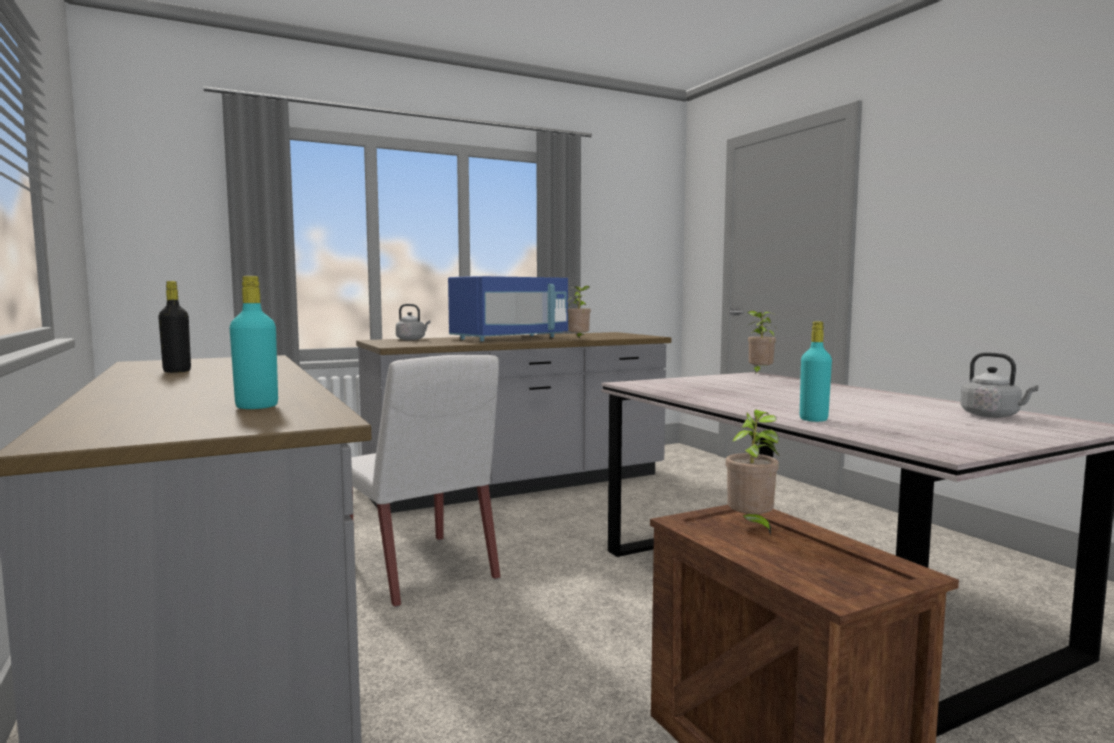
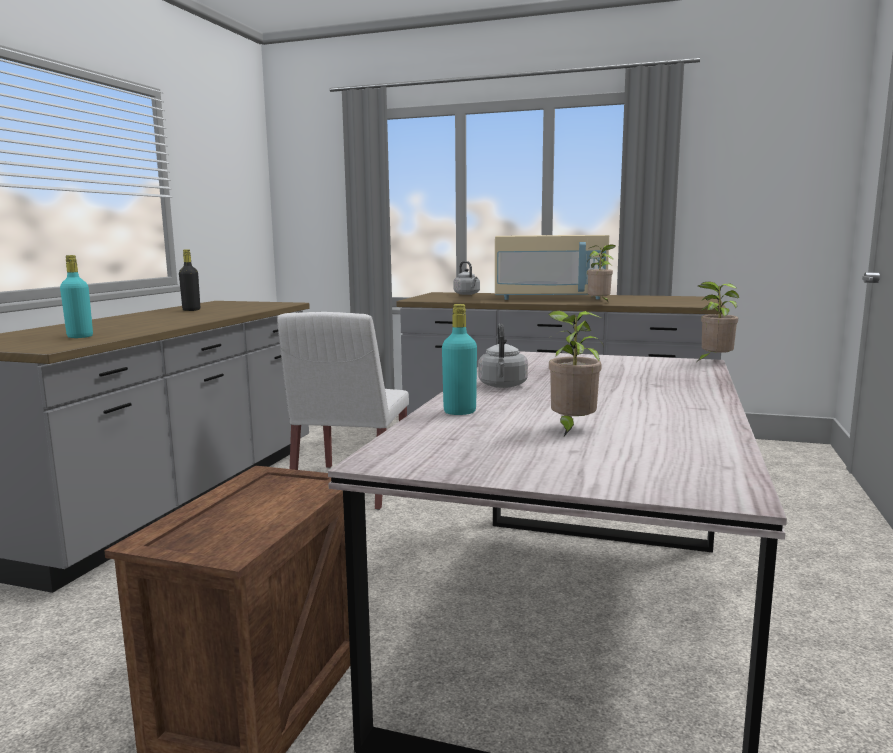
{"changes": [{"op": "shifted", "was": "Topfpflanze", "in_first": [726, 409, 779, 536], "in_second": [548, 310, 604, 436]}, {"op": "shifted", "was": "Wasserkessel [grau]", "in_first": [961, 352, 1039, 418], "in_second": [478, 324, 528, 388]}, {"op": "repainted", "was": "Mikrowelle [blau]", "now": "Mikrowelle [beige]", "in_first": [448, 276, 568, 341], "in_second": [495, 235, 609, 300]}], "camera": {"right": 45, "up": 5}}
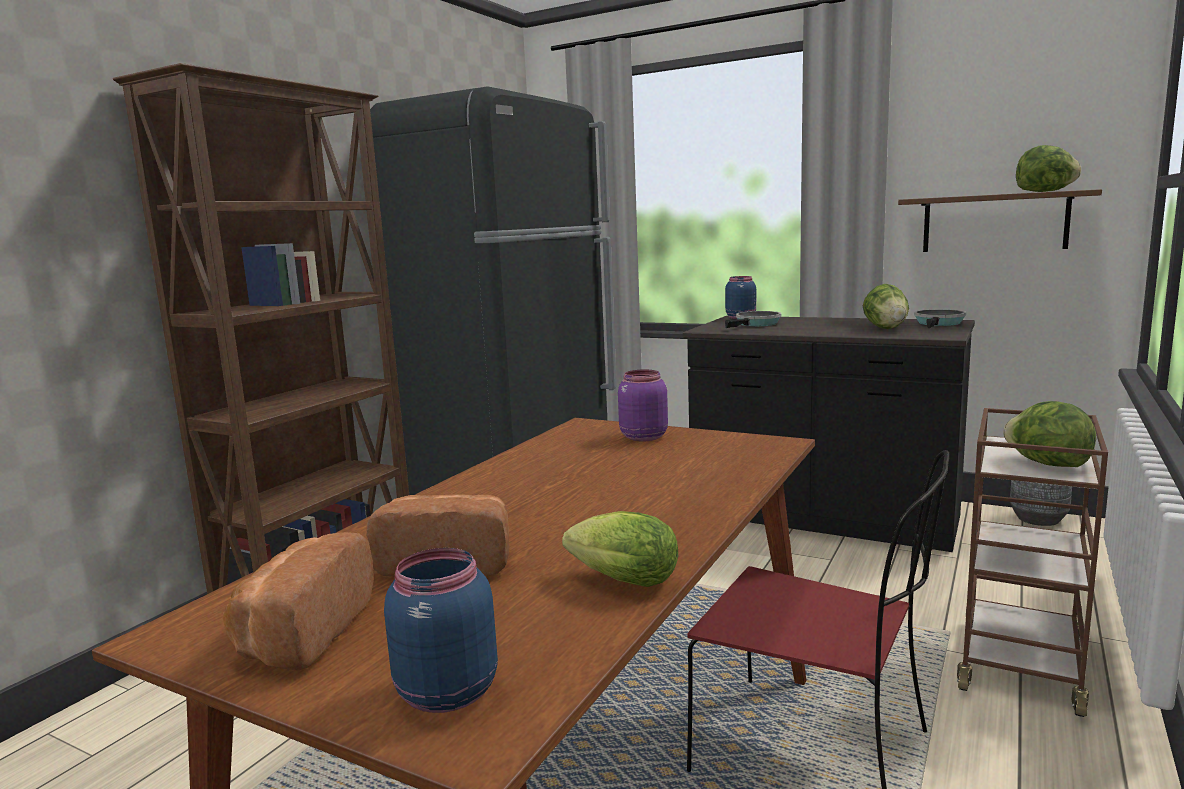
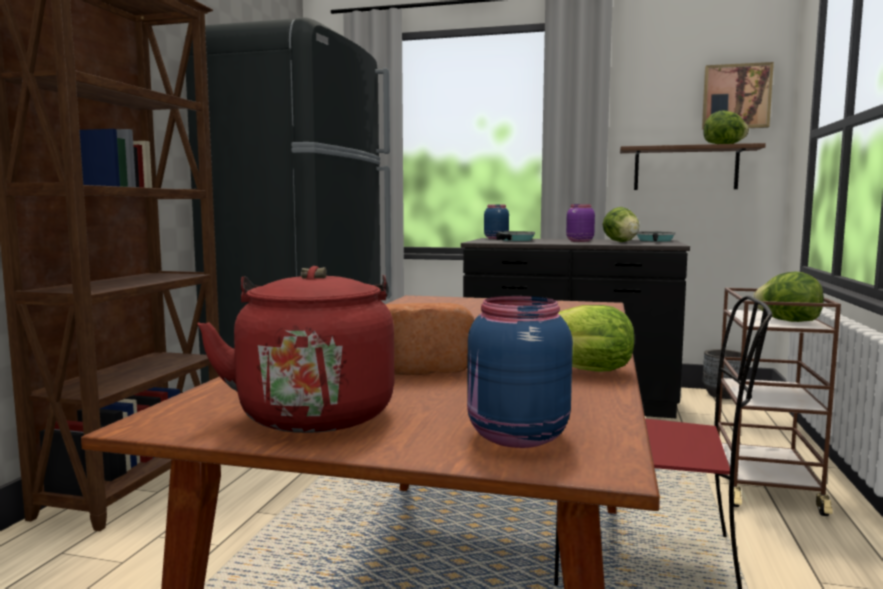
{"changes": [{"op": "new", "now": "Bild", "in_second": [702, 62, 774, 130]}, {"op": "shifted", "was": "Vorratsglas [lila]", "in_first": [618, 370, 668, 441], "in_second": [566, 204, 595, 242]}, {"op": "swapped", "was": "Brot", "now": "Wasserkessel [rot]", "in_first": [223, 532, 374, 671], "in_second": [197, 266, 394, 433]}], "camera": {"right": -15, "up": -5}}
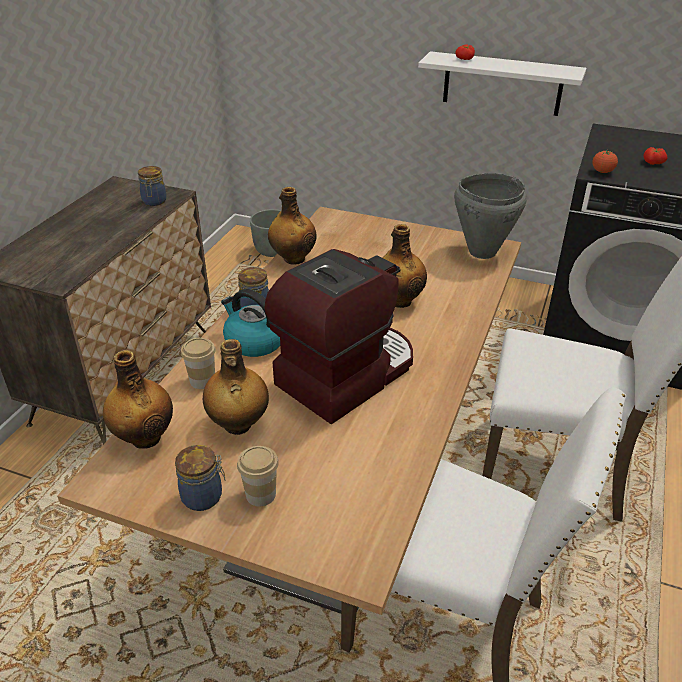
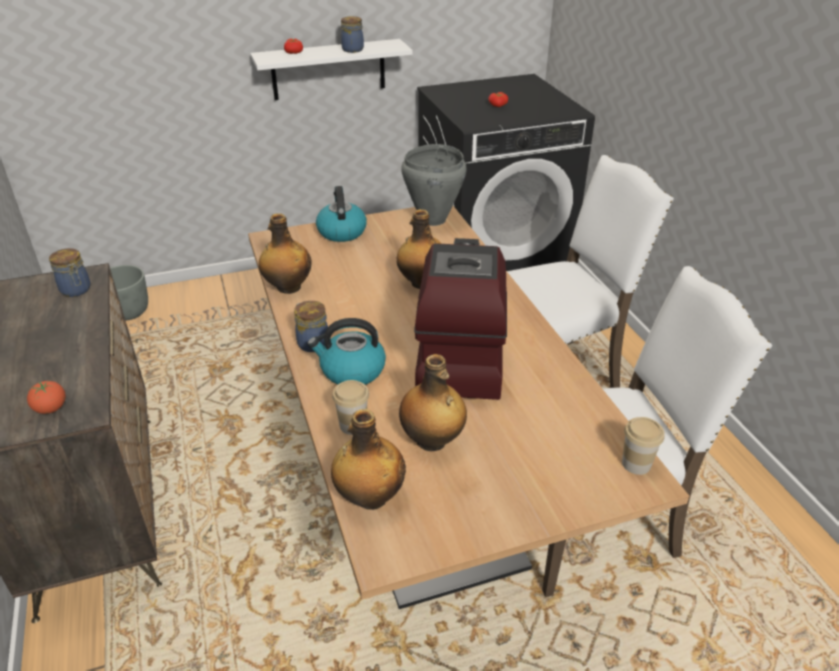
{"changes": [{"op": "new", "now": "Wasserkessel", "in_second": [316, 186, 367, 242]}, {"op": "shifted", "was": "Vorratsglas", "in_first": [175, 445, 225, 511], "in_second": [341, 16, 364, 53]}, {"op": "shifted", "was": "Tasse", "in_first": [237, 446, 279, 506], "in_second": [622, 417, 665, 475]}, {"op": "shifted", "was": "Tomate", "in_first": [592, 150, 618, 173], "in_second": [27, 381, 66, 414]}], "camera": {"right": -40, "up": 0}}
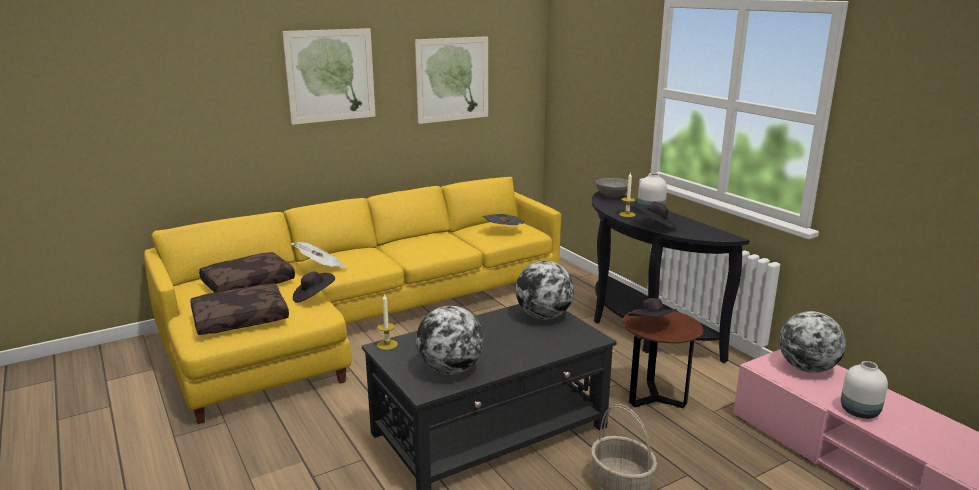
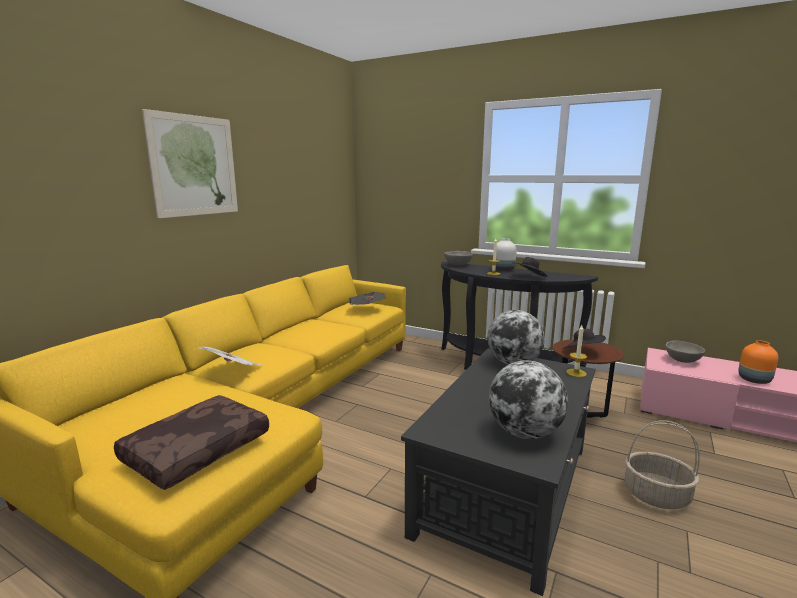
{"changes": [{"op": "gone", "was": "Kissen [braun]", "in_first": [199, 252, 295, 293]}, {"op": "gone", "was": "Hut [schwarz]", "in_first": [293, 271, 335, 303]}, {"op": "gone", "was": "Bild", "in_first": [415, 36, 488, 124]}, {"op": "shifted", "was": "Kerze", "in_first": [377, 293, 398, 350], "in_second": [566, 325, 587, 377]}, {"op": "swapped", "was": "Globus", "now": "Schüssel [grau]", "in_first": [779, 311, 846, 373], "in_second": [666, 340, 705, 363]}, {"op": "repainted", "was": "Vase [weiß]", "now": "Vase [orange]", "in_first": [841, 361, 888, 419], "in_second": [738, 340, 778, 384]}], "camera": {"right": -30, "up": -5}}
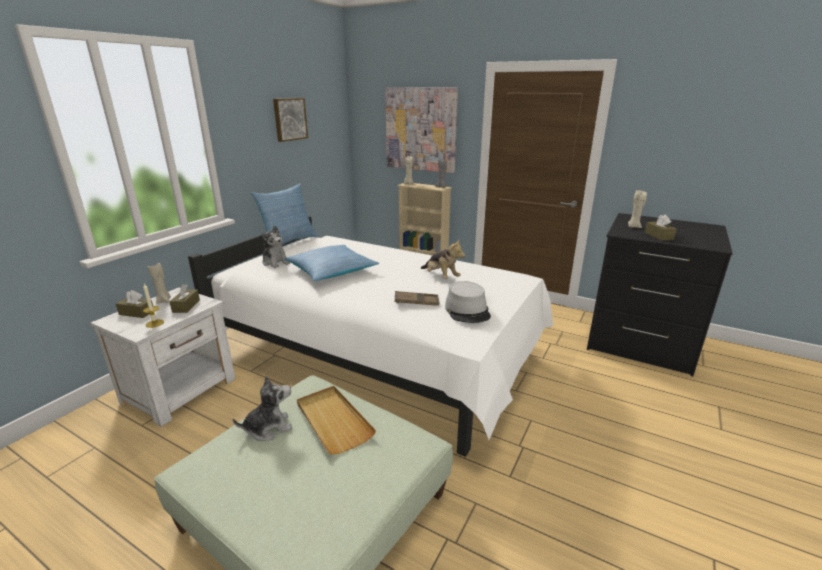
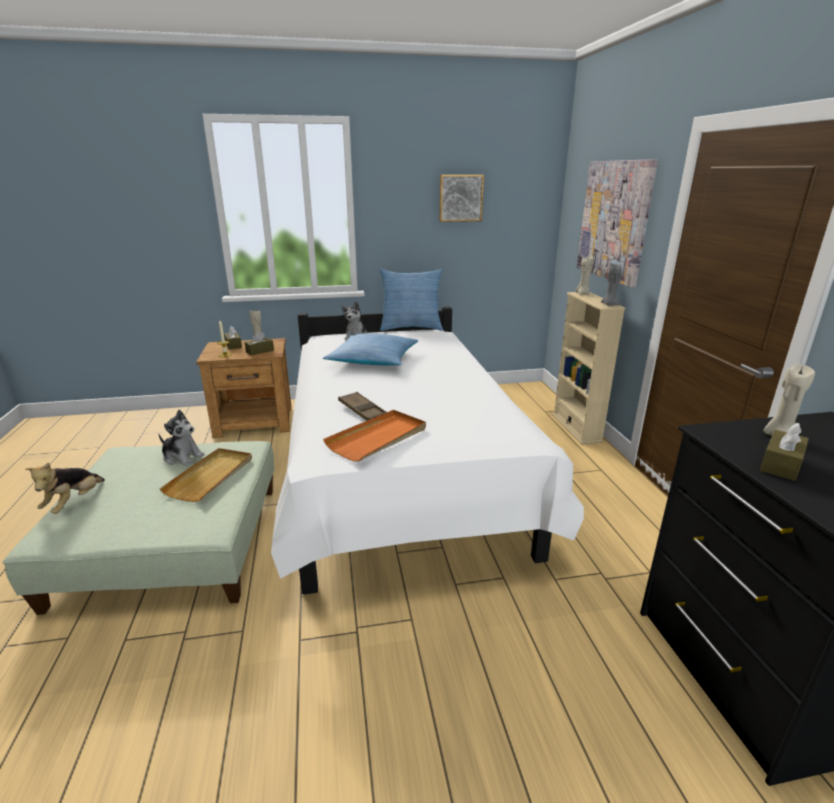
{"changes": [{"op": "shifted", "was": "Plüschtier", "in_first": [421, 240, 465, 279], "in_second": [25, 462, 105, 514]}, {"op": "swapped", "was": "Hut [grau]", "now": "Tablett [orange]", "in_first": [445, 281, 491, 323], "in_second": [323, 410, 426, 461]}, {"op": "repainted", "was": "Nachttisch [weiß]", "now": "Nachttisch [braun]", "in_first": [90, 288, 235, 427], "in_second": [196, 338, 292, 438]}], "camera": {"right": 50, "up": 0}}
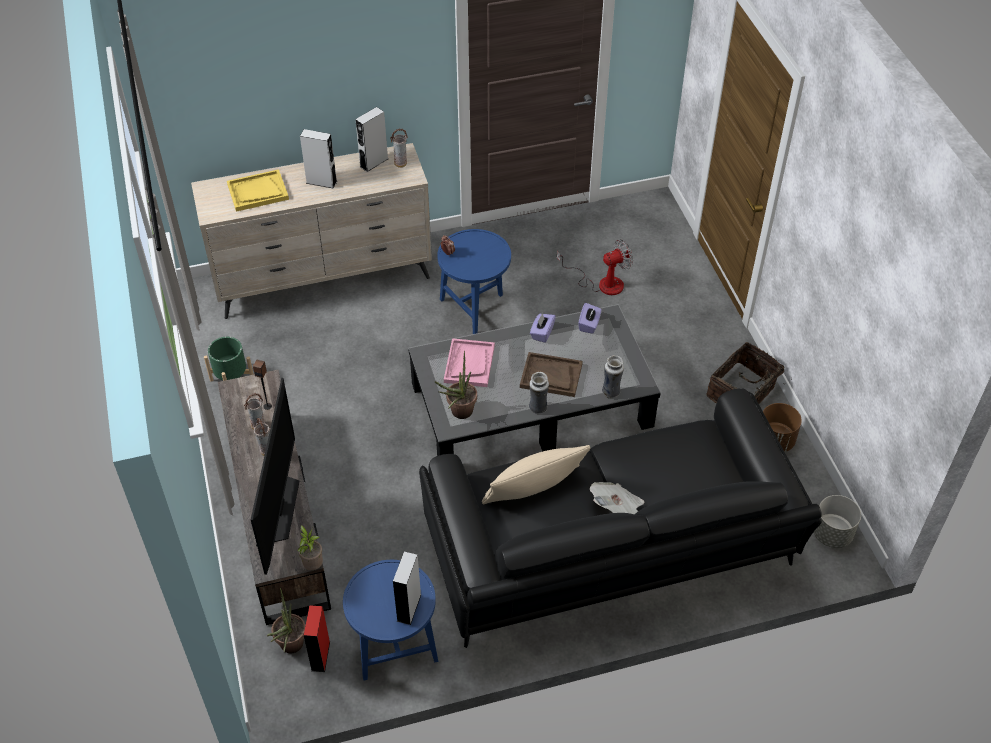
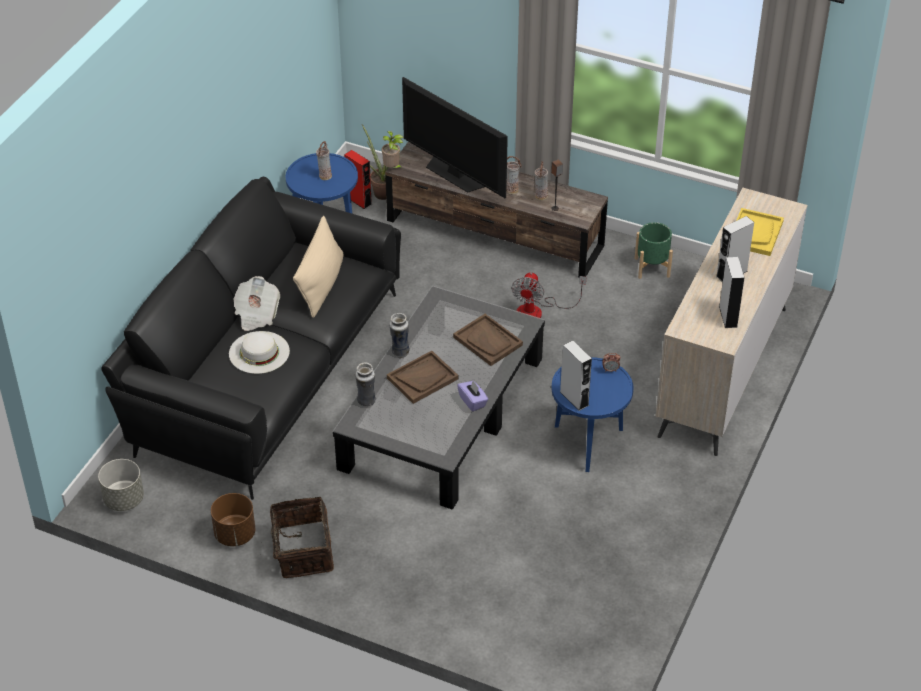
{"changes": [{"op": "gone", "was": "Topfpflanze", "in_first": [434, 351, 477, 419]}, {"op": "gone", "was": "Taschentuchbox [lila]", "in_first": [578, 303, 602, 334]}, {"op": "new", "now": "Hut [weiß]", "in_second": [229, 331, 290, 374]}, {"op": "shifted", "was": "Vase", "in_first": [390, 129, 408, 168], "in_second": [316, 141, 332, 180]}, {"op": "shifted", "was": "Lautsprecher [grau]", "in_first": [393, 552, 421, 625], "in_second": [560, 340, 592, 411]}, {"op": "shifted", "was": "Ventilator", "in_first": [557, 239, 633, 295], "in_second": [511, 272, 586, 318]}, {"op": "repainted", "was": "Tablett [rosa]", "now": "Tablett [braun]", "in_first": [444, 338, 495, 387], "in_second": [453, 314, 523, 366]}], "camera": {"right": 130, "up": -5}}
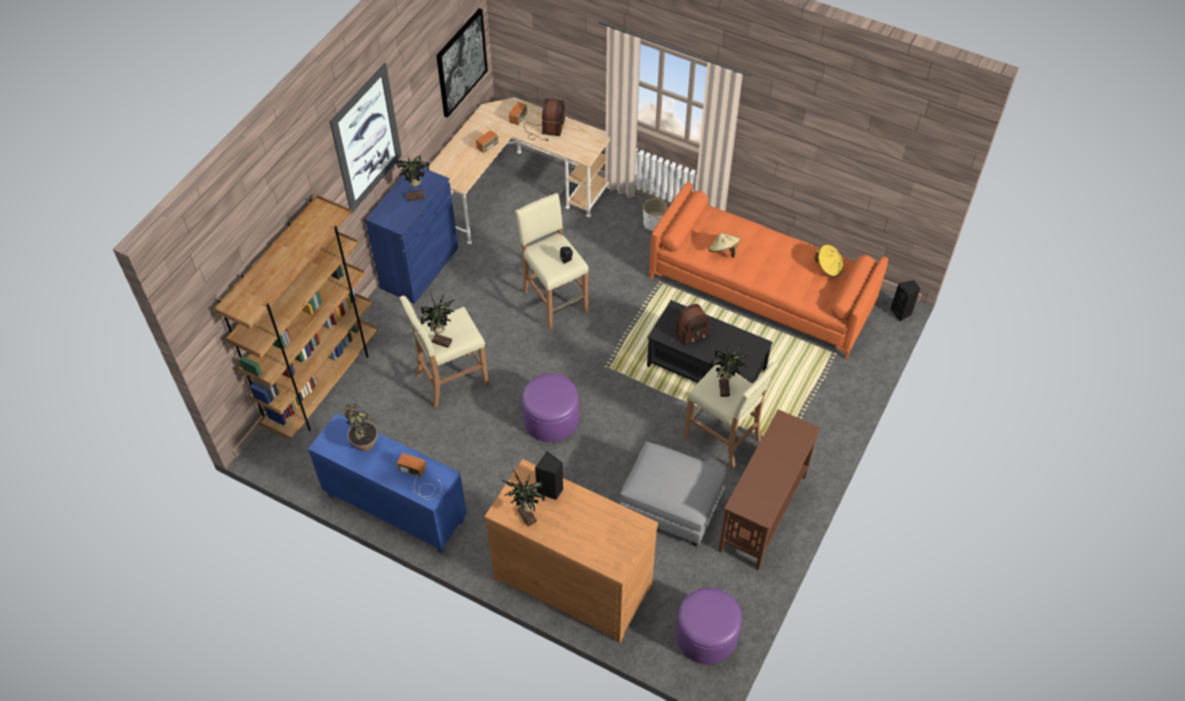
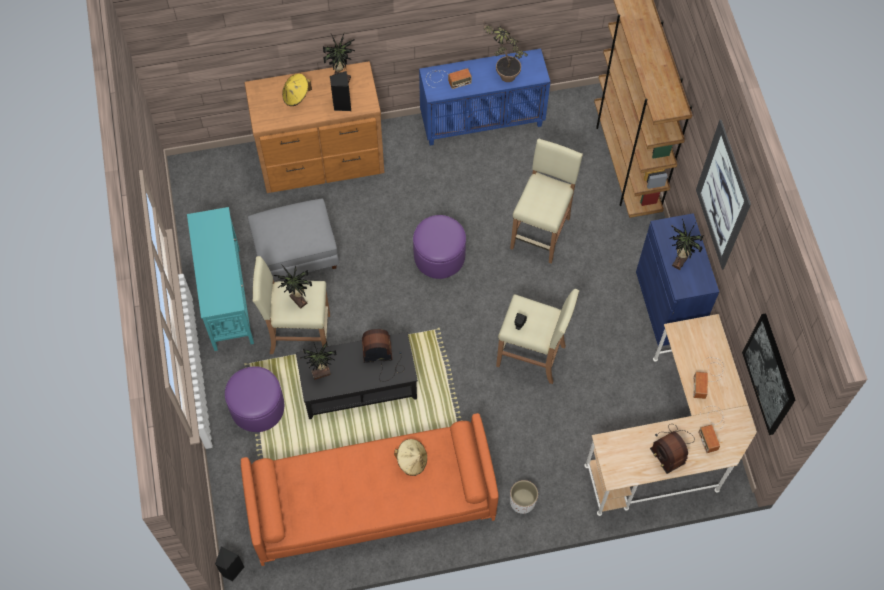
{"changes": [{"op": "shifted", "was": "Topfpflanze", "in_first": [420, 292, 455, 348], "in_second": [300, 342, 337, 380]}, {"op": "shifted", "was": "Polsterhocker [lila]", "in_first": [676, 587, 742, 664], "in_second": [225, 366, 284, 432]}, {"op": "shifted", "was": "Hut [gelb]", "in_first": [815, 245, 843, 277], "in_second": [282, 74, 312, 106]}, {"op": "repainted", "was": "Konsolentisch [braun]", "now": "Konsolentisch [türkis]", "in_first": [718, 409, 821, 570], "in_second": [187, 207, 254, 351]}, {"op": "rotated", "was": "Radio", "in_first": [661, 304, 711, 345], "in_second": [362, 329, 405, 382], "clockwise": 60}], "camera": {"right": 140, "up": 10}}
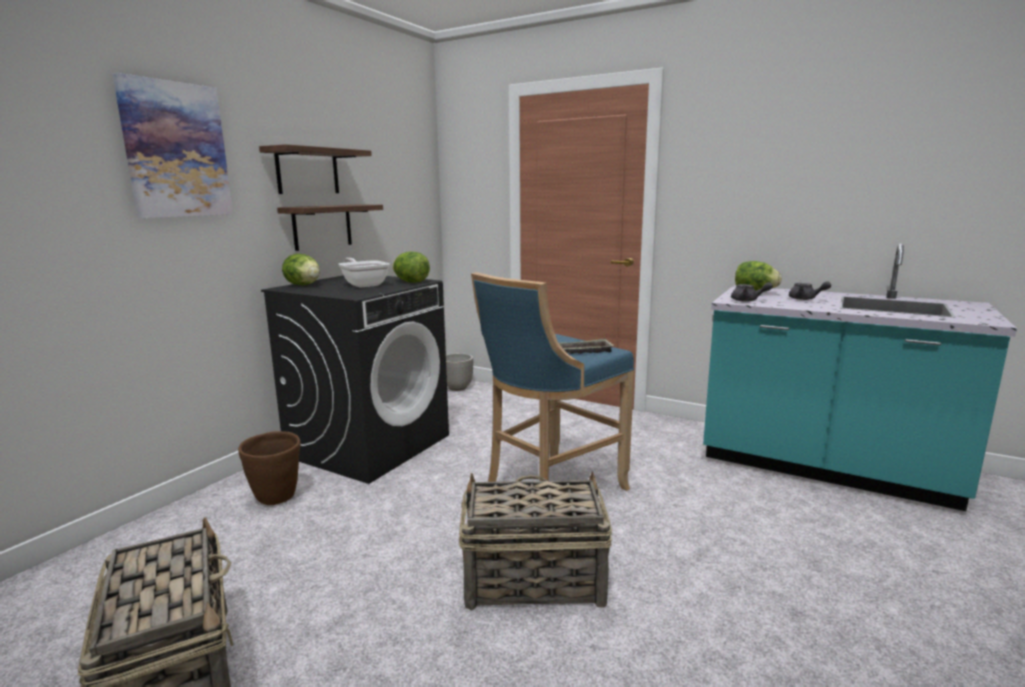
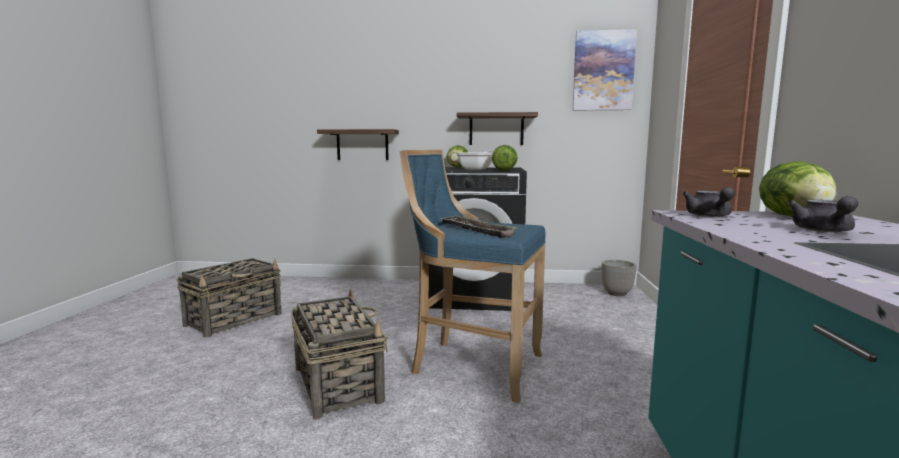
{"changes": [{"op": "gone", "was": "Pflanzkübel [braun]", "in_first": [238, 431, 300, 505]}, {"op": "shifted", "was": "Bild", "in_first": [112, 73, 233, 218], "in_second": [573, 29, 637, 110]}, {"op": "shifted", "was": "Wandregal", "in_first": [259, 144, 372, 194], "in_second": [317, 129, 399, 160]}], "camera": {"right": 65, "up": -5}}
